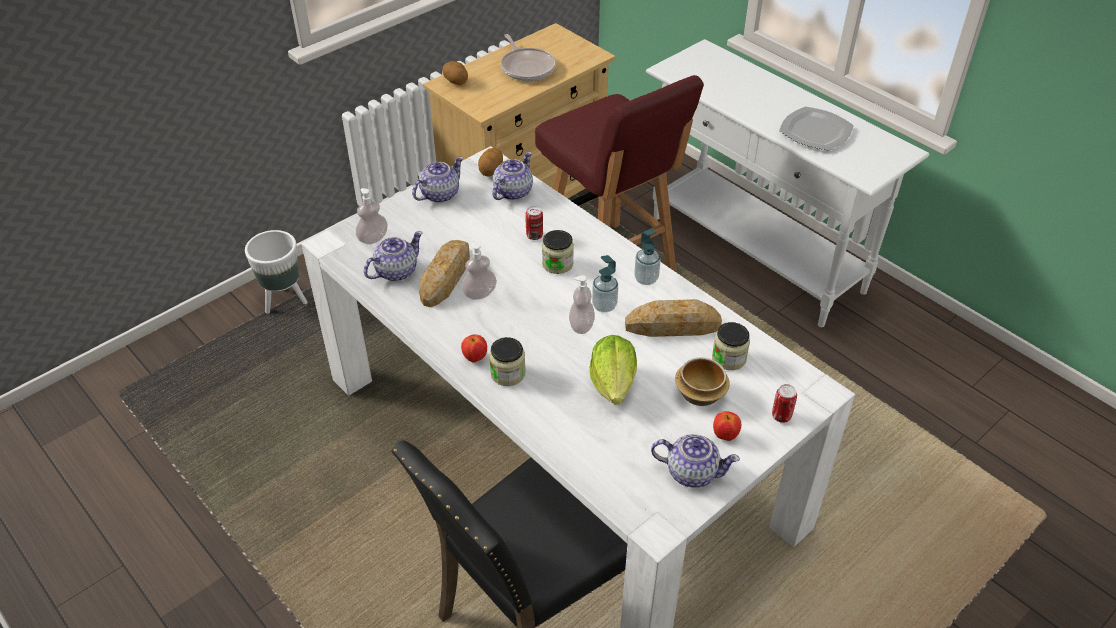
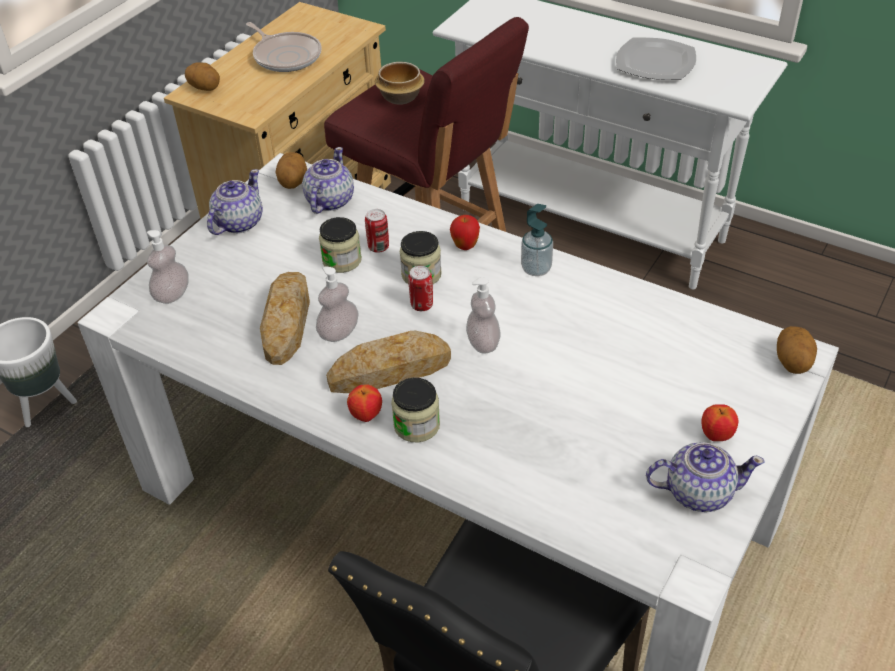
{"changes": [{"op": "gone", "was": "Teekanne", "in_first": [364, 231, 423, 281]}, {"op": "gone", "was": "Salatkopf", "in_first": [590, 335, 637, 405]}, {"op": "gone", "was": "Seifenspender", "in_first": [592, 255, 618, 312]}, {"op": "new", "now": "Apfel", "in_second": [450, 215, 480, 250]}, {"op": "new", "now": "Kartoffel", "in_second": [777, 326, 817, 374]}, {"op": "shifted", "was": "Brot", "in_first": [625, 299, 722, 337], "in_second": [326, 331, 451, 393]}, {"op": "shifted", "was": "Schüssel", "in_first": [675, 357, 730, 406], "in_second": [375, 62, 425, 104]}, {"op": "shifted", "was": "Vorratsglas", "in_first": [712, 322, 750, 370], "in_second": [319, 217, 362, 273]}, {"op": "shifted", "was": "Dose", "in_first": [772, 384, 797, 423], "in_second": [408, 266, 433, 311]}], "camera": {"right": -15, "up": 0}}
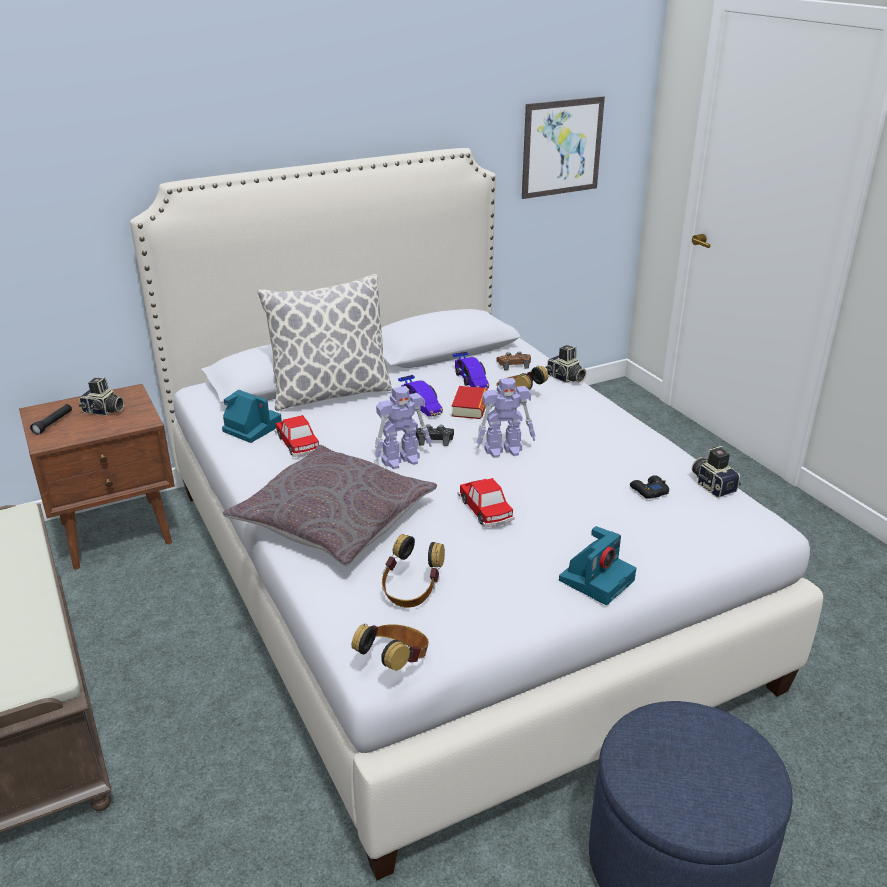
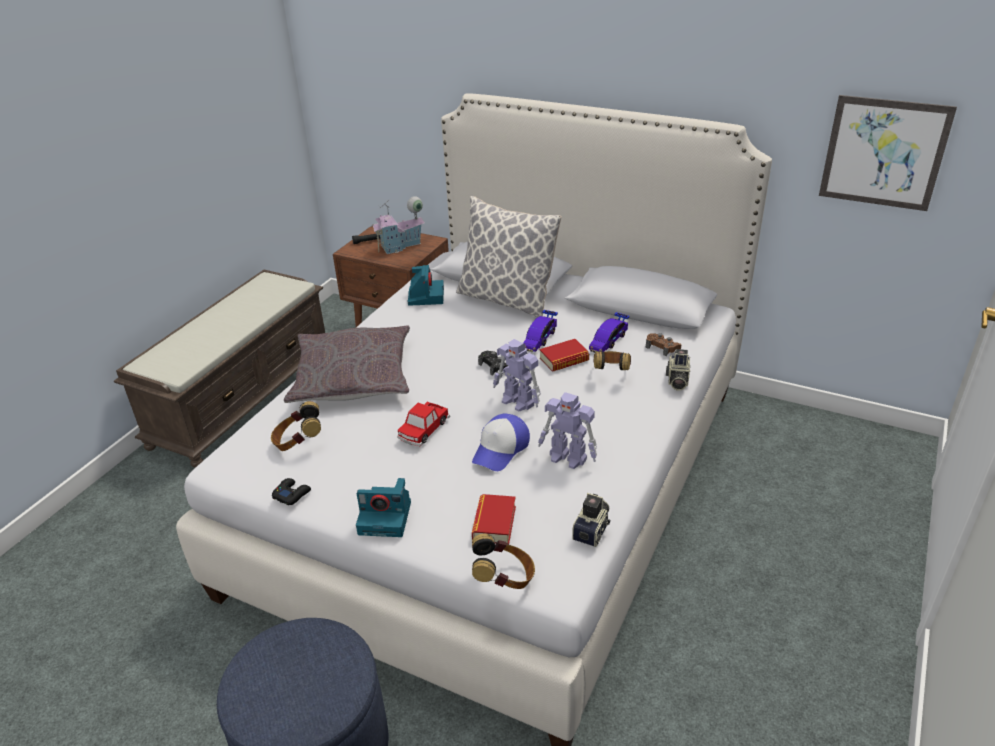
{"changes": [{"op": "gone", "was": "Spielzeugauto", "in_first": [275, 415, 319, 457]}, {"op": "new", "now": "Kappe", "in_second": [472, 413, 530, 471]}, {"op": "new", "now": "Buch", "in_second": [472, 494, 516, 545]}, {"op": "shifted", "was": "Kopfhörer", "in_first": [352, 624, 429, 671], "in_second": [472, 534, 535, 589]}, {"op": "shifted", "was": "Spielzeugroboter", "in_first": [375, 386, 432, 469], "in_second": [538, 392, 597, 469]}, {"op": "shifted", "was": "Gamepad [schwarz]", "in_first": [630, 475, 669, 499], "in_second": [272, 478, 311, 505]}, {"op": "swapped", "was": "Kamera", "now": "Spielzeughaus", "in_first": [79, 377, 124, 416], "in_second": [371, 196, 425, 254]}], "camera": {"right": 55, "up": 5}}
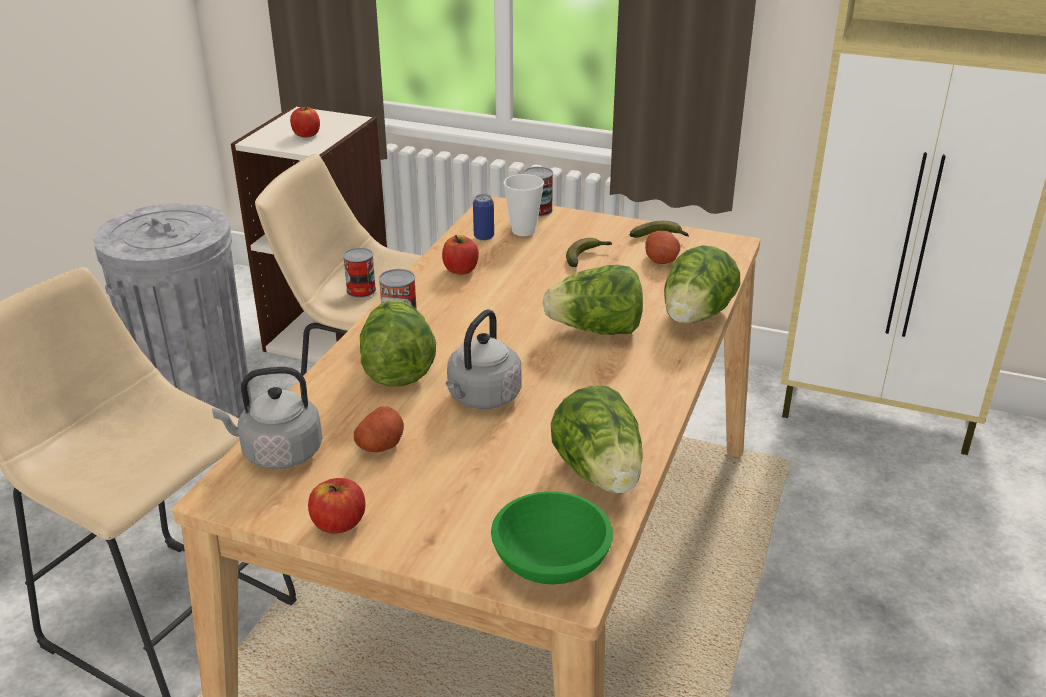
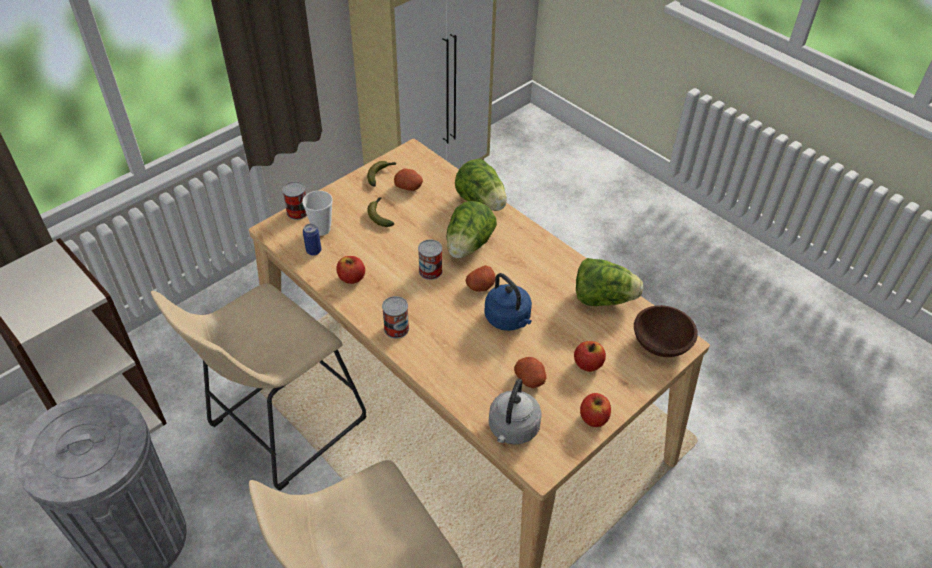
{"changes": [{"op": "gone", "was": "Salatkopf", "in_first": [360, 300, 436, 386]}, {"op": "new", "now": "Kartoffel", "in_second": [466, 265, 495, 292]}, {"op": "shifted", "was": "Apfel", "in_first": [290, 106, 320, 138], "in_second": [574, 341, 606, 372]}, {"op": "shifted", "was": "Dose", "in_first": [343, 248, 376, 298], "in_second": [418, 239, 442, 280]}, {"op": "repainted", "was": "Wasserkessel [grau]", "now": "Wasserkessel [blau]", "in_first": [446, 309, 522, 409], "in_second": [484, 273, 532, 331]}, {"op": "repainted", "was": "Schüssel [grün]", "now": "Schüssel [braun]", "in_first": [491, 491, 613, 584], "in_second": [634, 305, 698, 357]}], "camera": {"right": -65, "up": 15}}
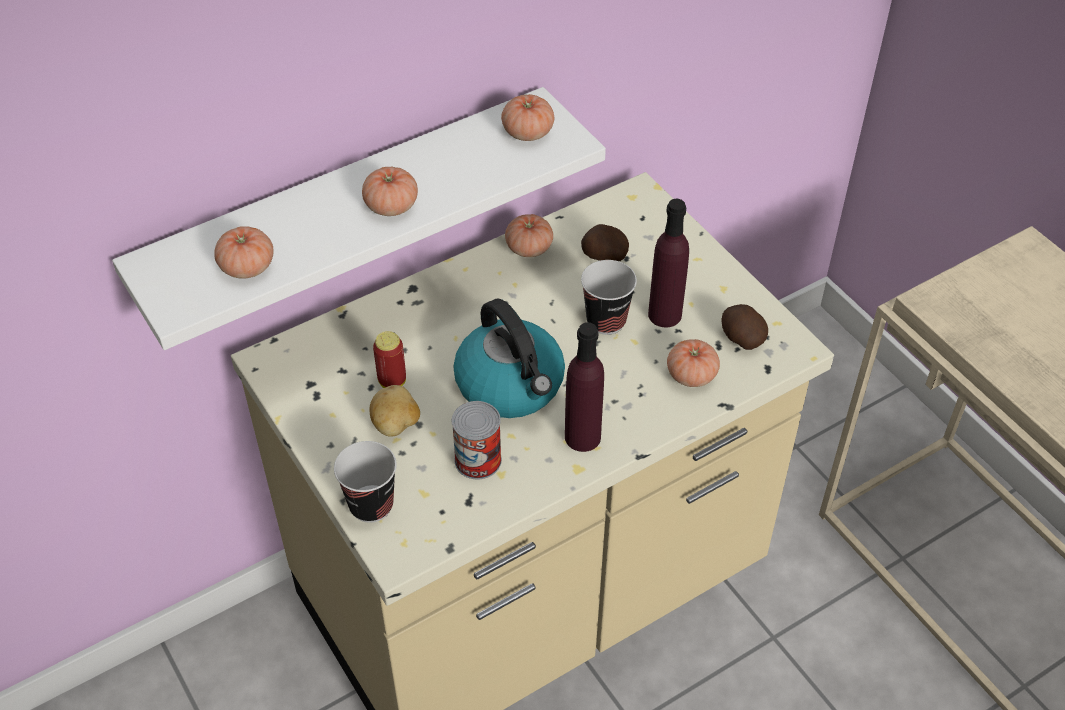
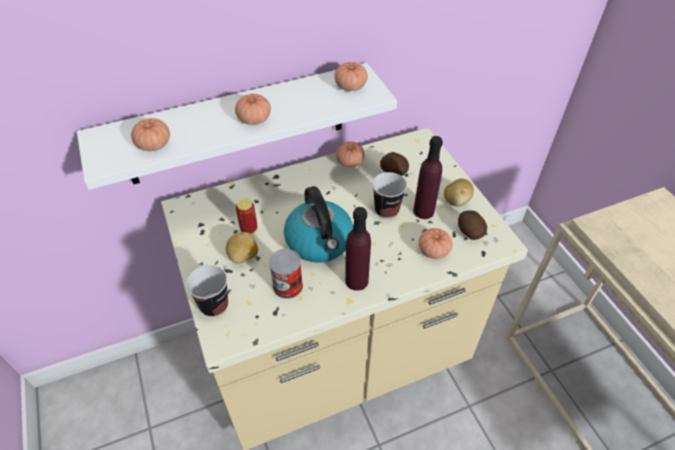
{"changes": [{"op": "new", "now": "Kartoffel", "in_second": [444, 179, 474, 206]}], "camera": {"right": 10, "up": 0}}
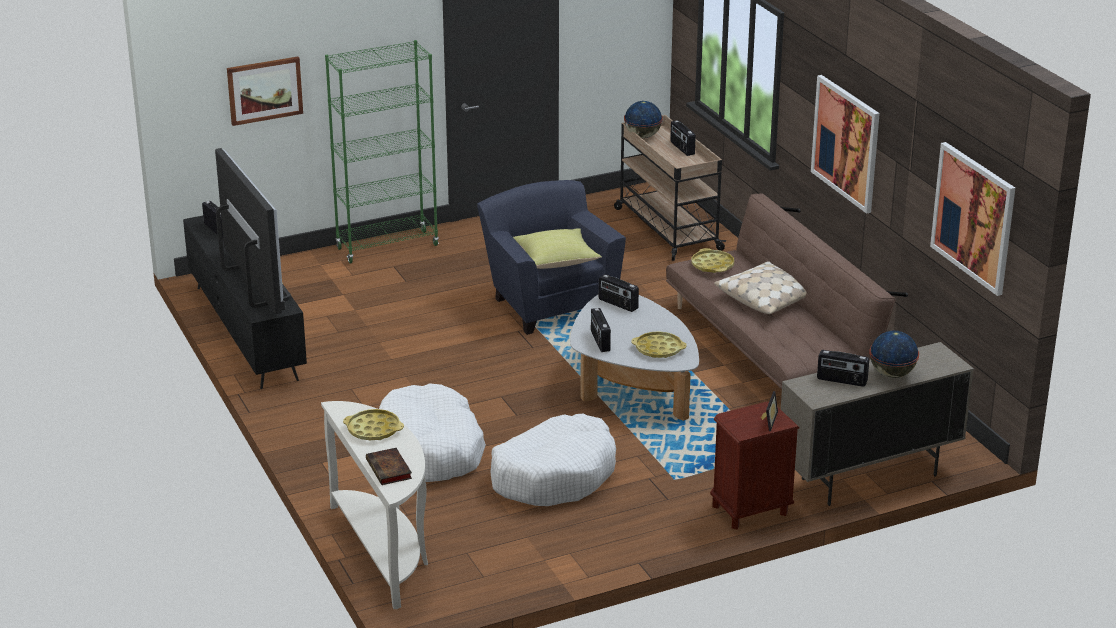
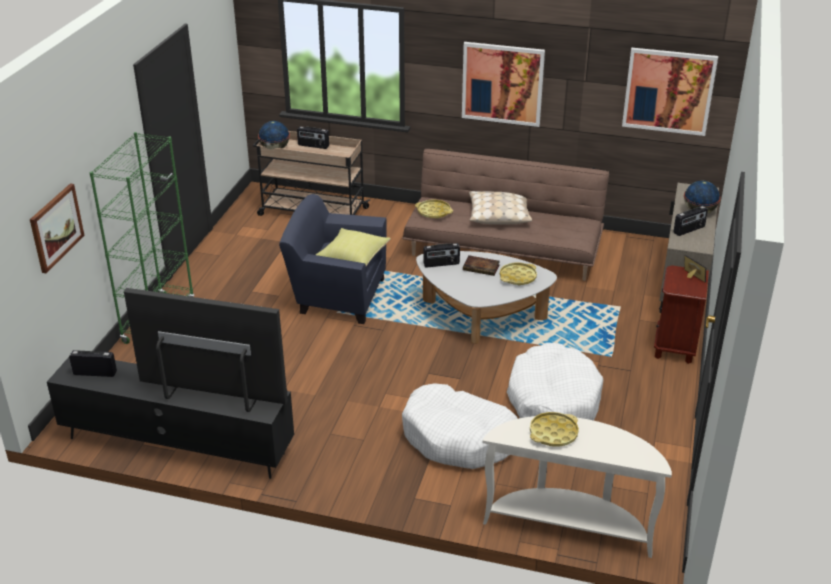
{"changes": [{"op": "gone", "was": "Radio", "in_first": [591, 308, 611, 352]}, {"op": "shifted", "was": "Buch", "in_first": [366, 448, 412, 485], "in_second": [463, 255, 500, 276]}], "camera": {"right": -50, "up": 5}}
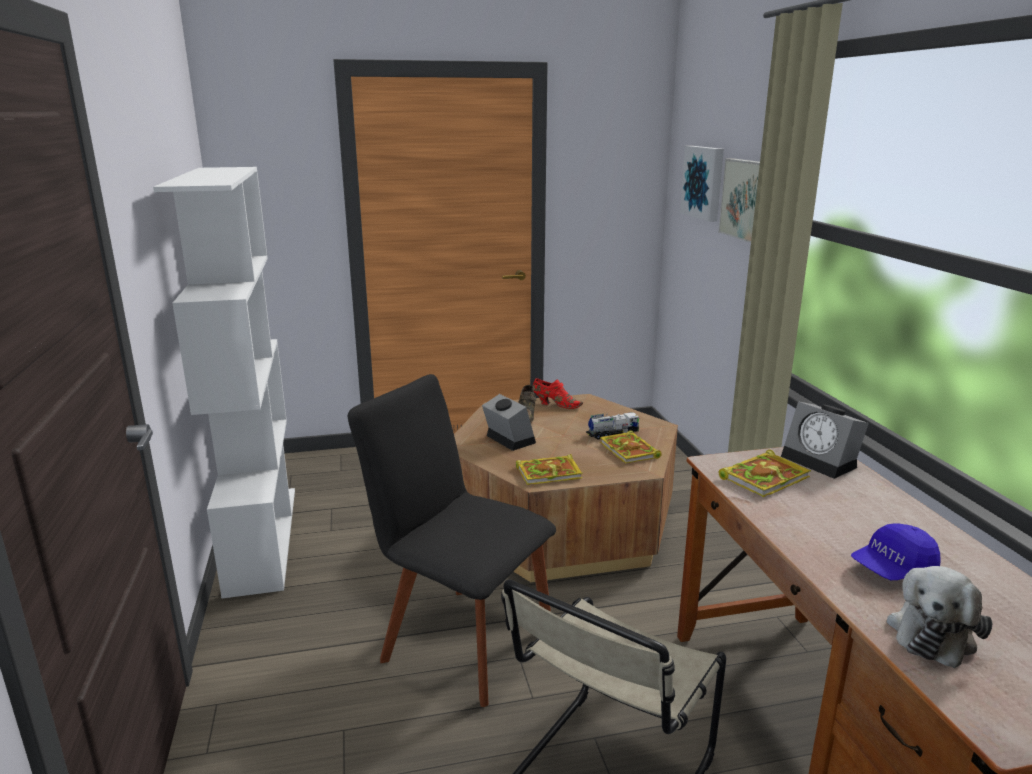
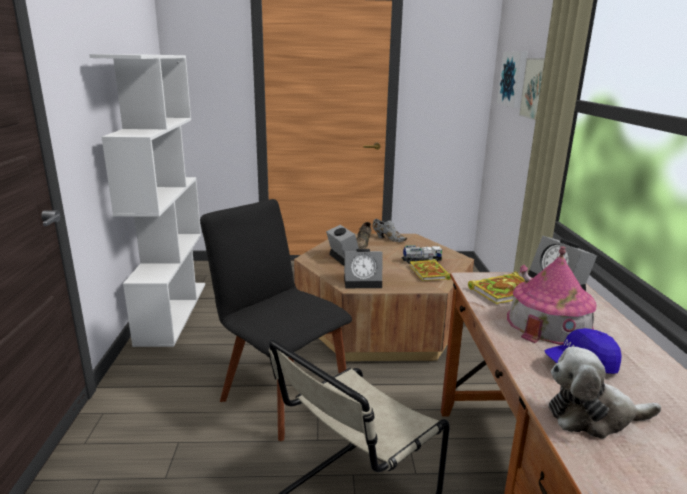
{"changes": [{"op": "new", "now": "Spielzeughaus", "in_second": [507, 246, 596, 345]}, {"op": "swapped", "was": "Buch", "now": "Wecker", "in_first": [516, 454, 583, 485], "in_second": [344, 249, 382, 288]}, {"op": "repainted", "was": "Schuh [rot]", "now": "Schuh [grau]", "in_first": [533, 379, 583, 409], "in_second": [372, 219, 407, 242]}, {"op": "rotated", "was": "Plüschtier", "in_first": [887, 566, 993, 668], "in_second": [549, 347, 661, 439], "clockwise": 45}], "camera": {"right": 10, "up": 0}}
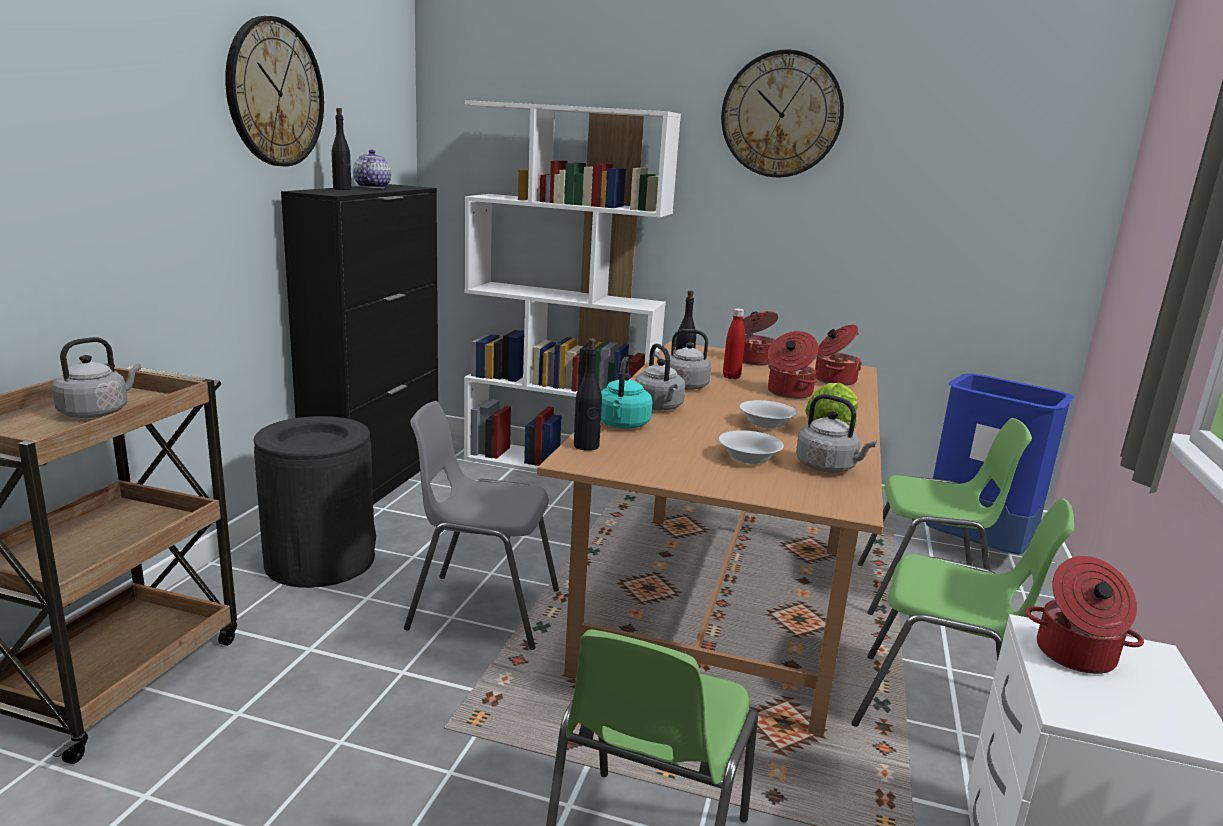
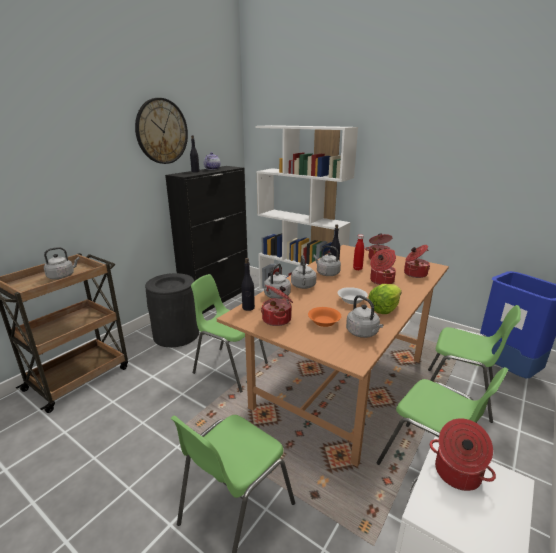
{"changes": [{"op": "gone", "was": "Wanduhr", "in_first": [721, 50, 844, 177]}, {"op": "new", "now": "Kochtopf", "in_second": [261, 285, 293, 326]}, {"op": "repainted", "was": "Stuhl [grau]", "now": "Stuhl [grün]", "in_first": [404, 401, 559, 650], "in_second": [191, 274, 268, 392]}, {"op": "repainted", "was": "Wasserkessel [türkis]", "now": "Wasserkessel [grau]", "in_first": [601, 357, 652, 429], "in_second": [264, 263, 291, 299]}, {"op": "repainted", "was": "Schüssel [weiß]", "now": "Schüssel [orange]", "in_first": [719, 430, 784, 464], "in_second": [308, 307, 341, 327]}], "camera": {"right": 20, "up": 5}}
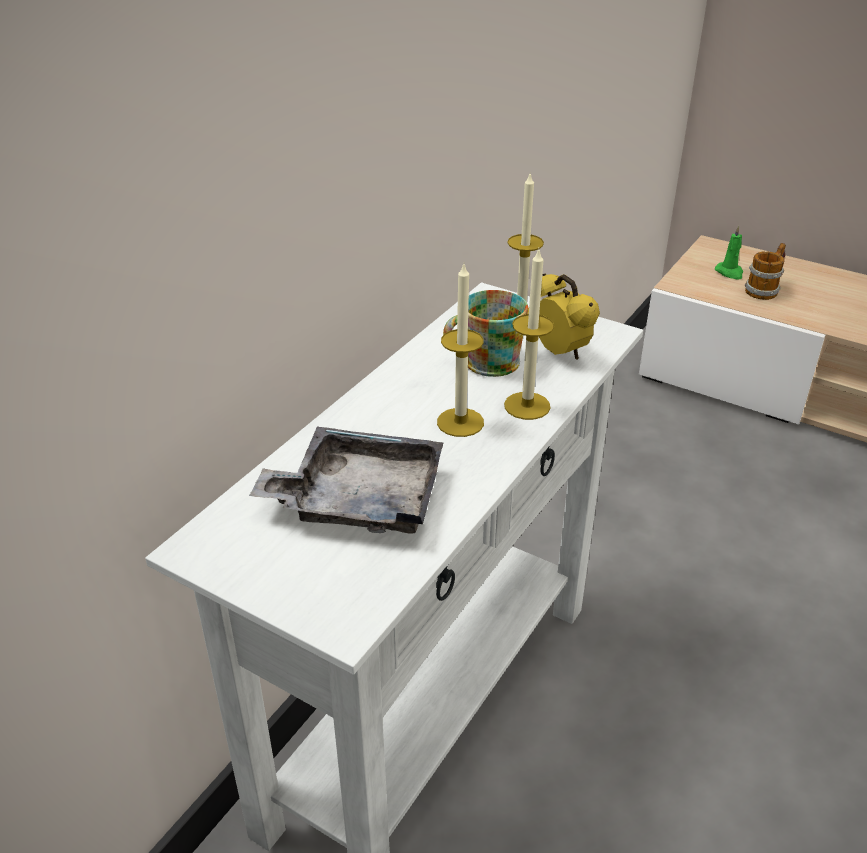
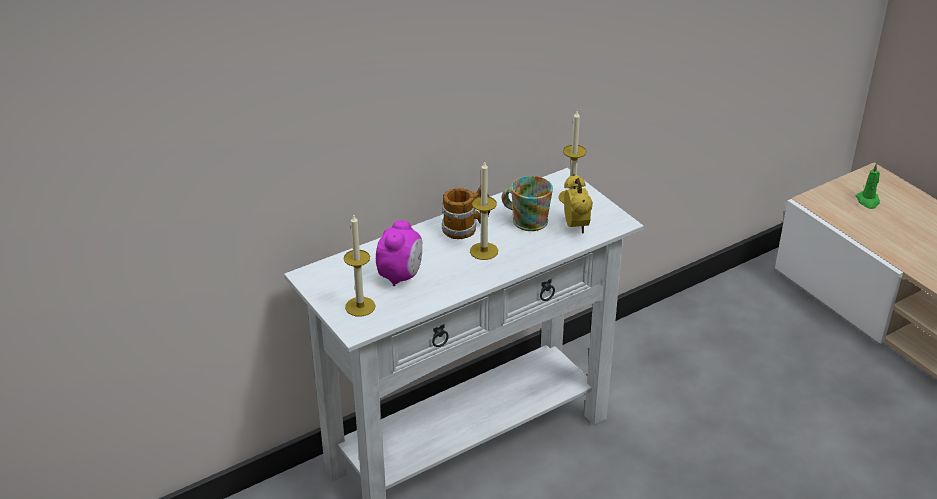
{"changes": [{"op": "shifted", "was": "Kerze", "in_first": [504, 249, 554, 420], "in_second": [344, 215, 376, 317]}, {"op": "shifted", "was": "Henkelbecher", "in_first": [745, 243, 786, 300], "in_second": [442, 186, 490, 239]}, {"op": "swapped", "was": "Tablett [grau]", "now": "Wecker", "in_first": [249, 427, 444, 534], "in_second": [376, 220, 422, 286]}], "camera": {"right": 25, "up": 0}}
